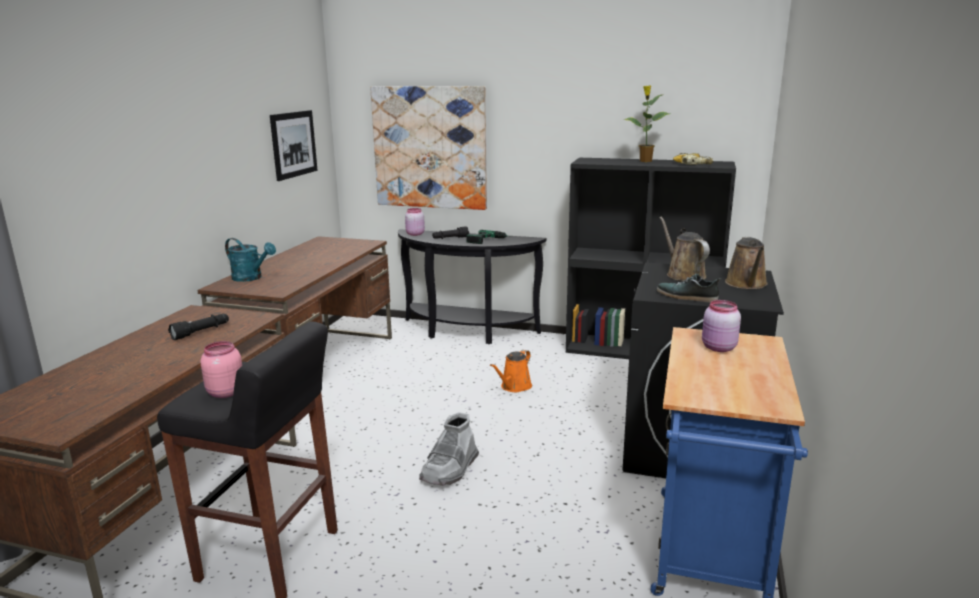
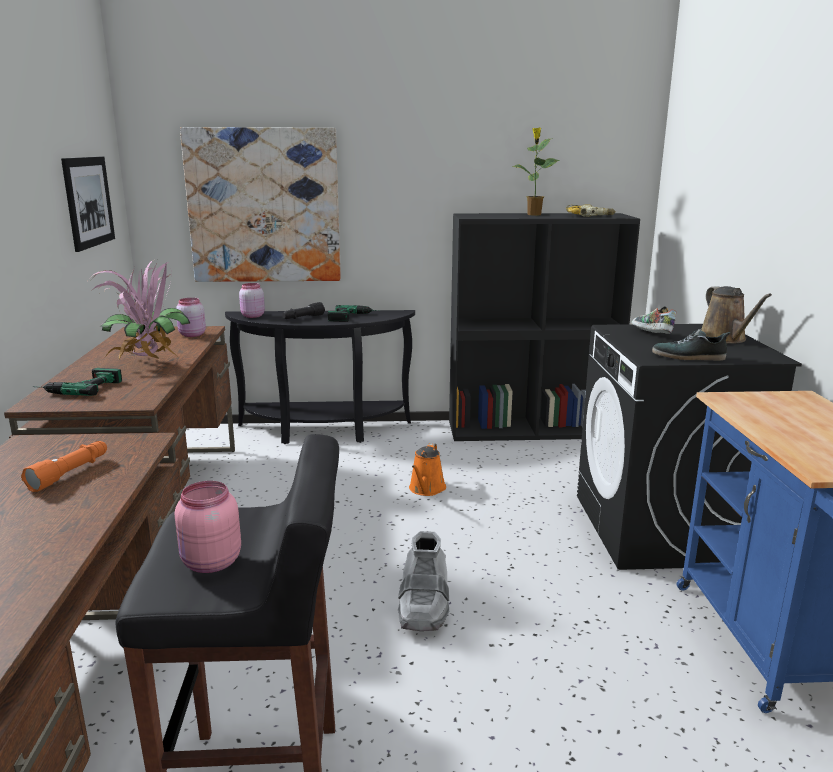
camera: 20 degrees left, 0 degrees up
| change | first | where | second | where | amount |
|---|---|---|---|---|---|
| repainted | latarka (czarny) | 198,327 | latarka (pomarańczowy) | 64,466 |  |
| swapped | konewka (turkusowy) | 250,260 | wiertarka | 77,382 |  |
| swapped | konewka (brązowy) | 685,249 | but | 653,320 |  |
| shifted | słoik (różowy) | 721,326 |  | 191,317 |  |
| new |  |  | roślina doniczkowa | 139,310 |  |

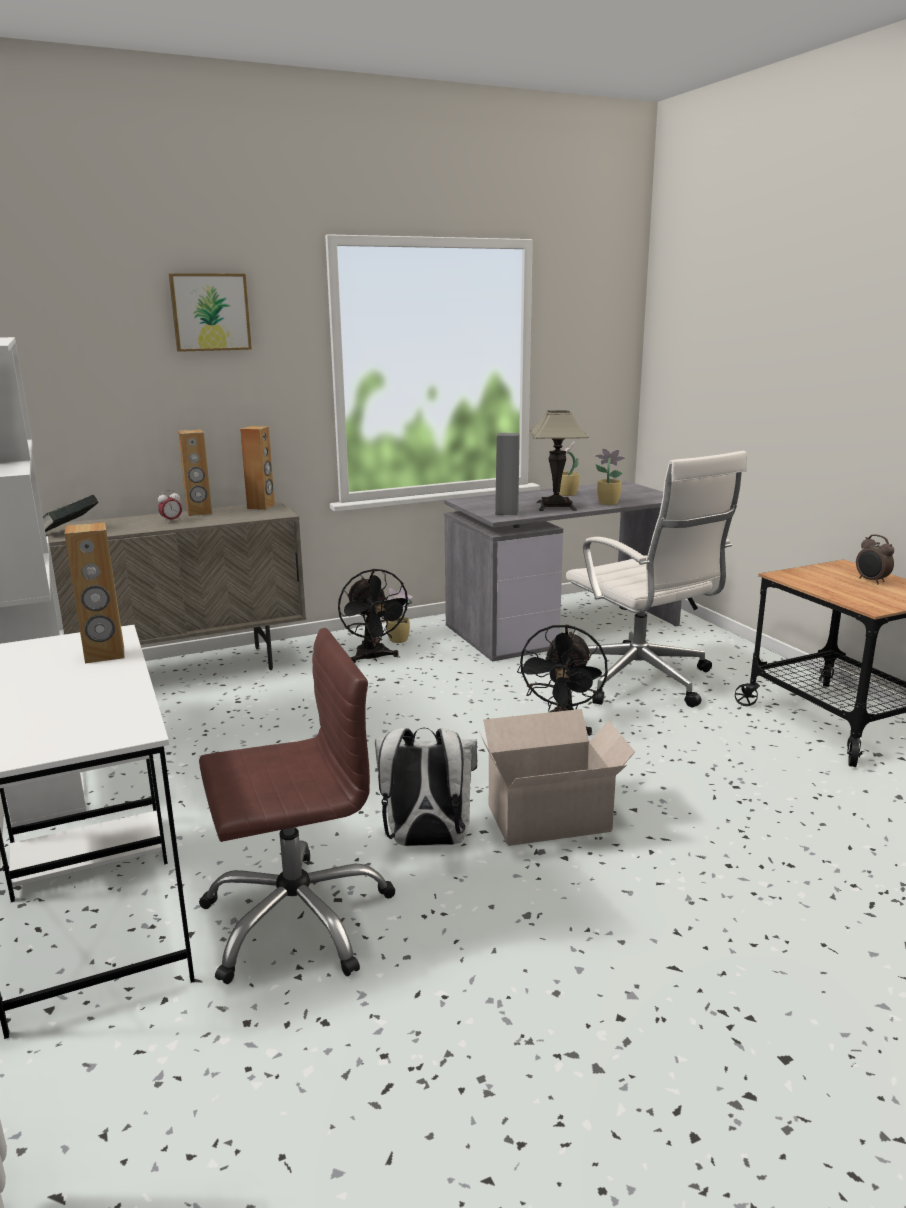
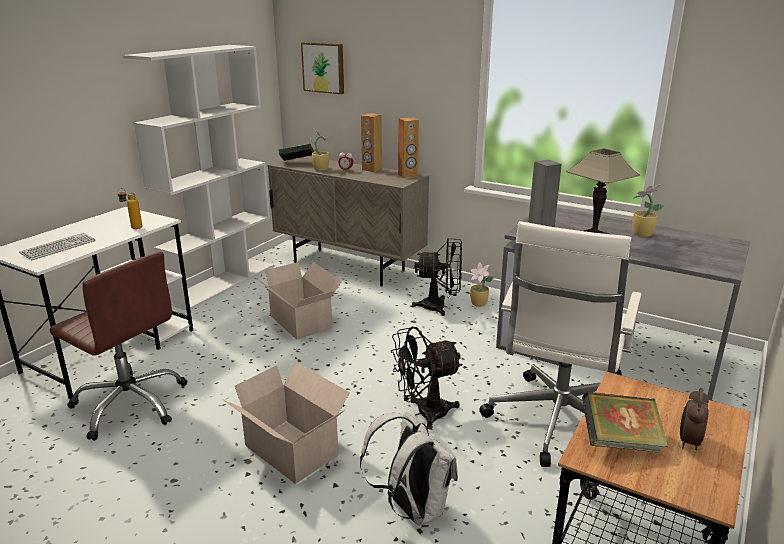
camera: 55 degrees right, 5 degrees up
| change | first | where | second | where | amount |
|---|---|---|---|---|---|
| swapped | głośnik (brązowy) | 94,592 | butelka | 129,208 |  |
| shifted | obraz | 210,312 |  | 322,68 |  |
| rotated | wentylator (czarny) | 375,616 |  | 437,277 | 120 degrees counterclockwise |
| shifted | plecak (biały) | 426,786 |  | 409,469 |  |
| shifted | roślina doniczkowa | 610,476 |  | 319,149 |  |
| new |  |  | klawiatura | 57,246 |  |
| new |  |  | karton | 299,300 |  |
| new |  |  | książka | 625,422 |  |

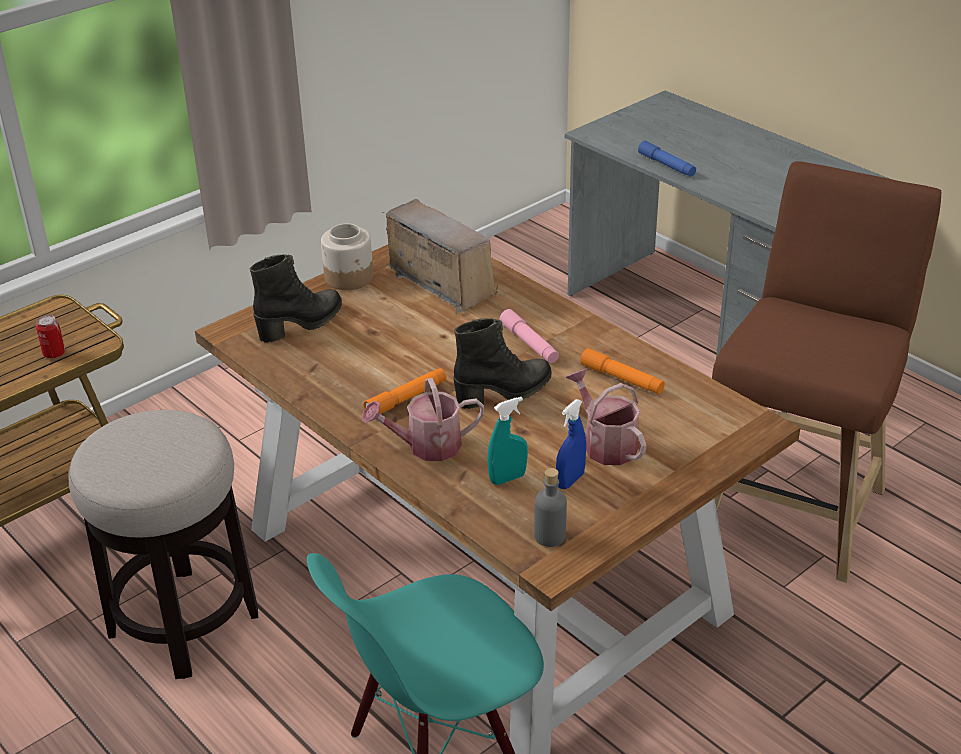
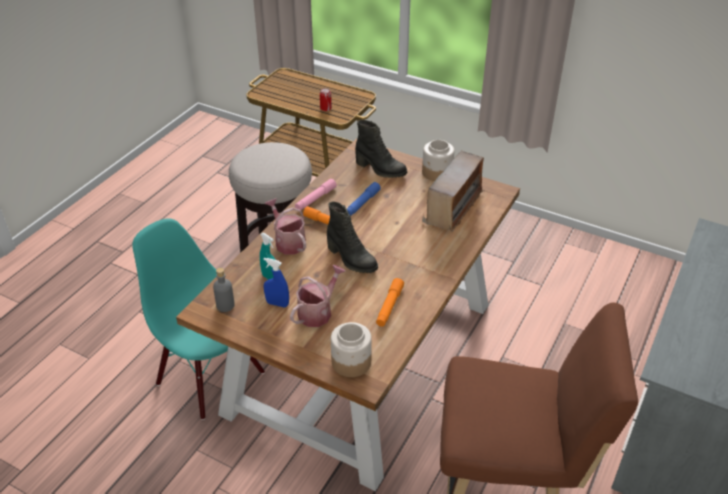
camera: 70 degrees right, 5 degrees up
| change | first | where | second | where | amount |
|---|---|---|---|---|---|
| shifted | latarka (różowy) | 529,336 |  | 316,194 |  |
| shifted | latarka (niebieski) | 667,159 |  | 364,199 |  |
| new |  |  | słoik | 351,349 |  |

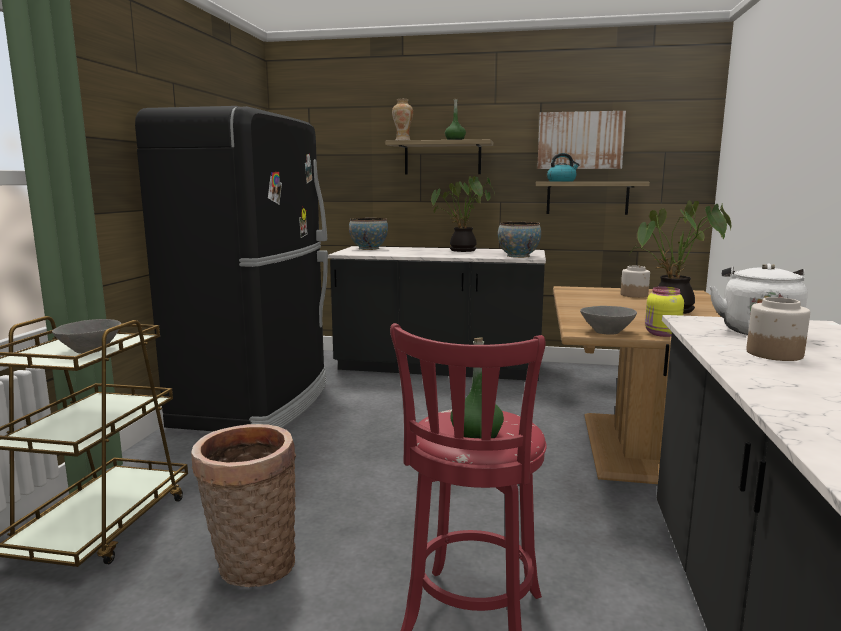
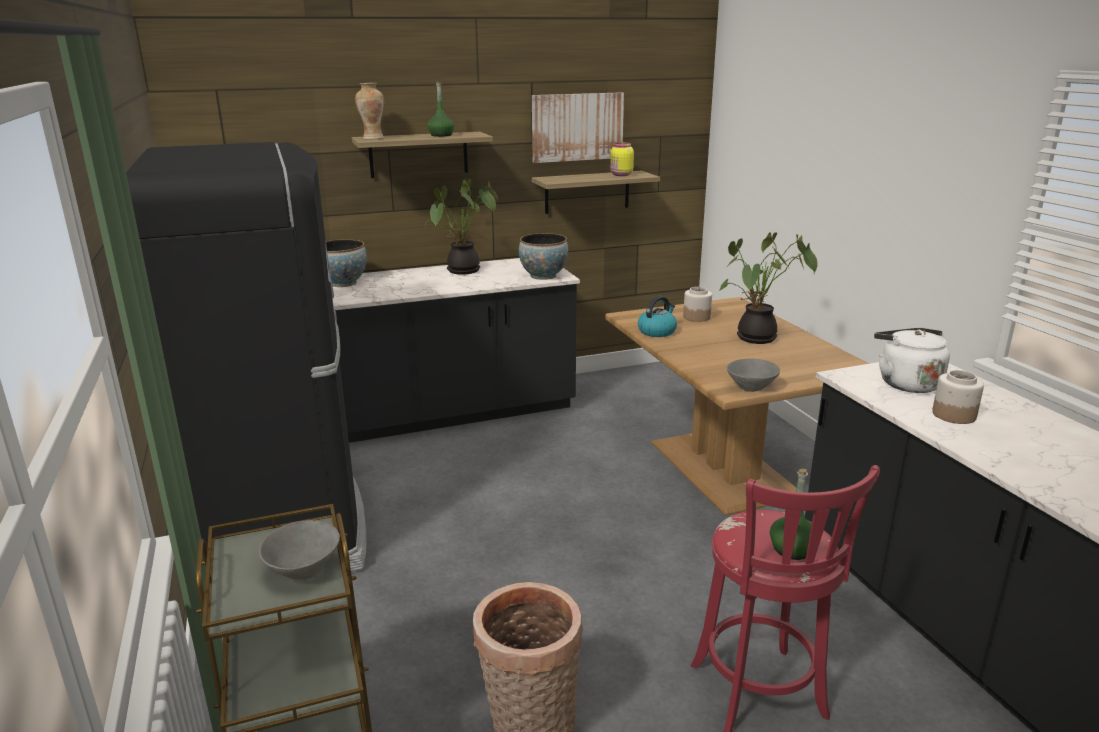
camera: 30 degrees left, 10 degrees up
| change | first | where | second | where | amount |
|---|---|---|---|---|---|
| shifted | czajnik | 563,167 |  | 657,316 |  |
| shifted | słoik (żółty) | 664,311 |  | 622,159 |  |

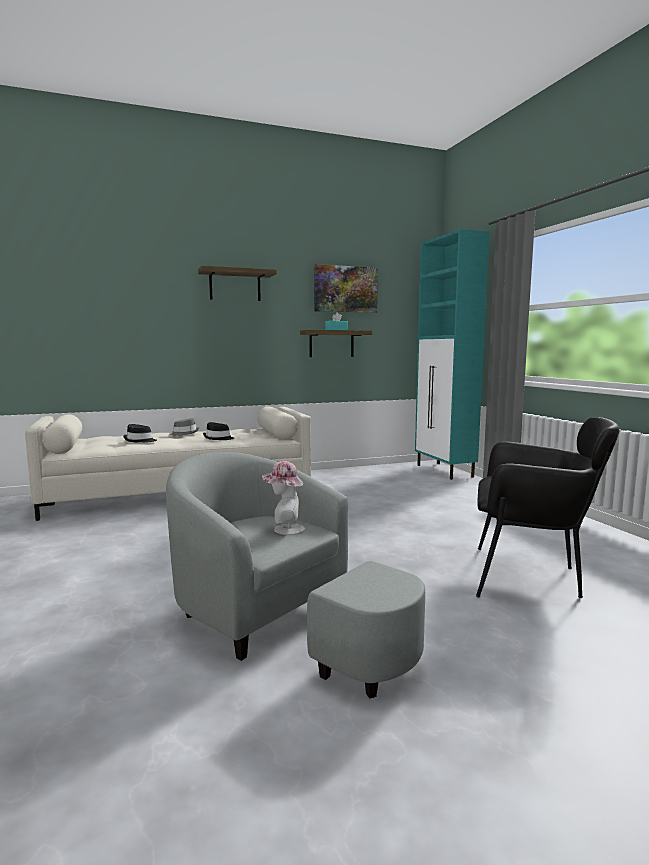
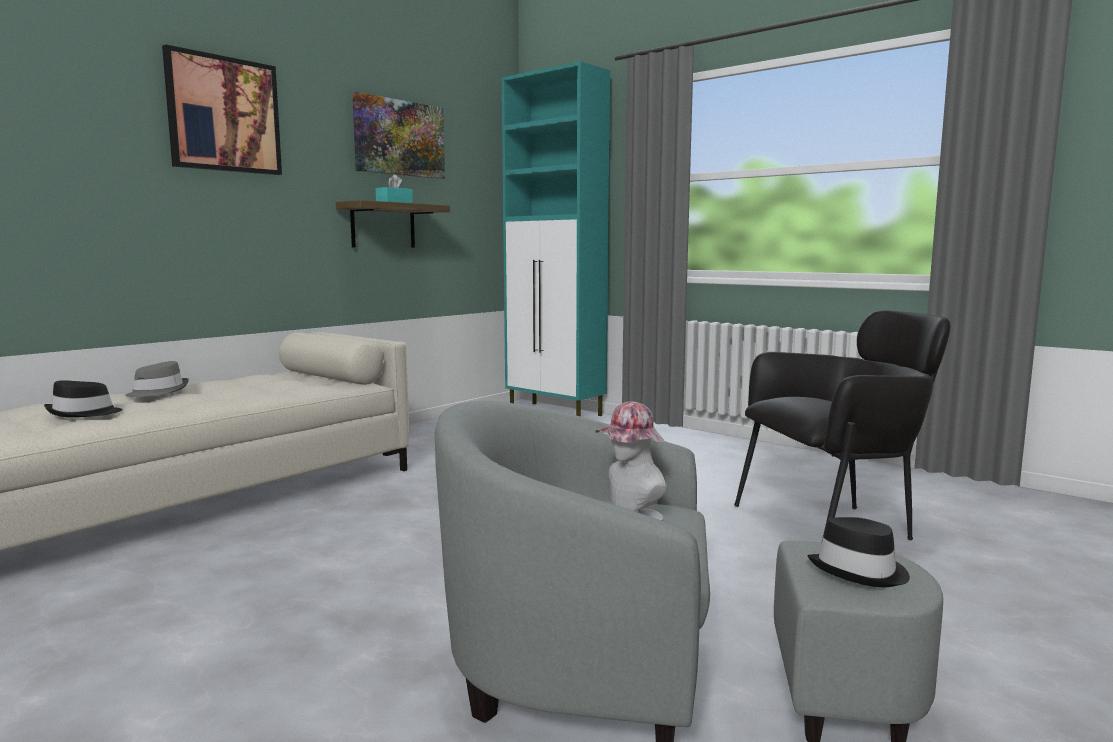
camera: 30 degrees left, 0 degrees up
| change | first | where | second | where | amount |
|---|---|---|---|---|---|
| swapped | półka | 237,283 | obraz | 222,110 |  |
| shifted | kapelusz (czarny) | 218,431 |  | 858,552 |  |

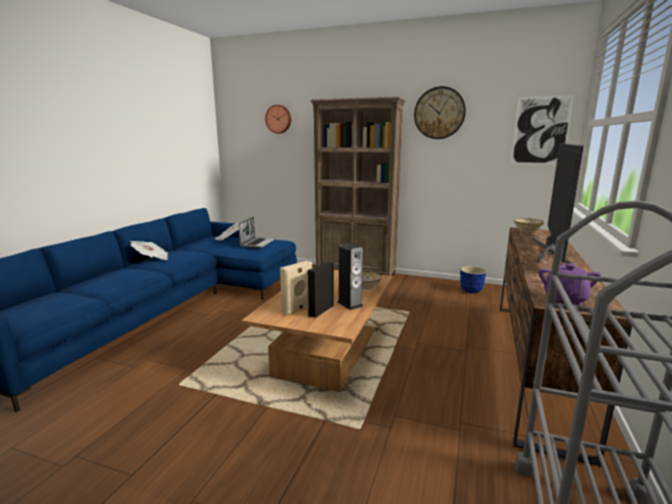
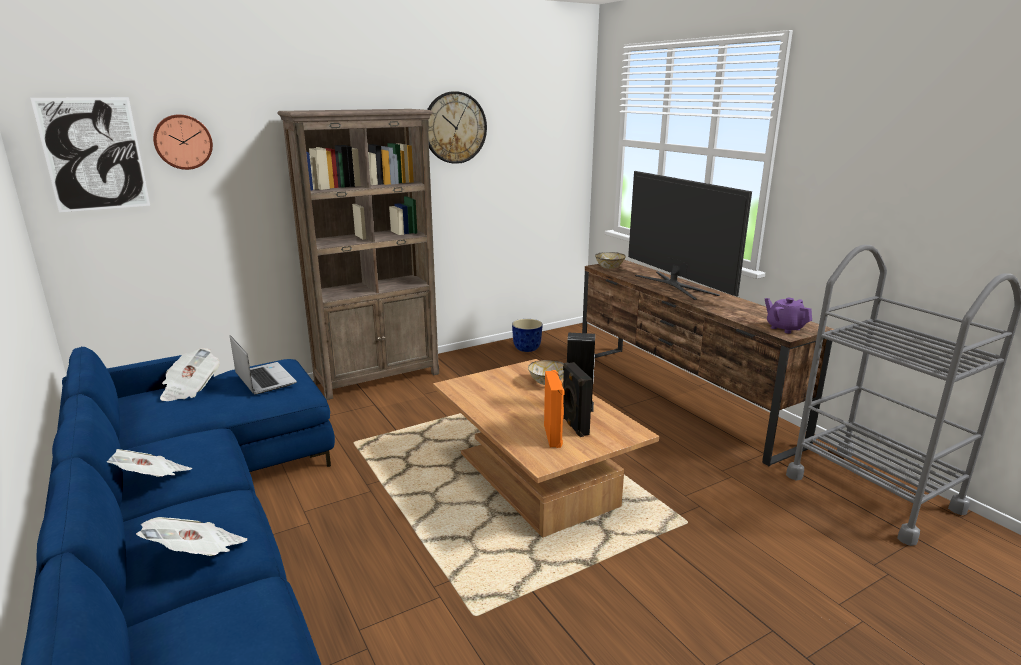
camera: 50 degrees left, 5 degrees up
| change | first | where | second | where | amount |
|---|---|---|---|---|---|
| repainted | głośnik (beżowy) | 296,288 | głośnik (pomarańczowy) | 554,409 |  |
| shifted | obraz | 542,129 |  | 90,155 |  |
| new |  |  | gazeta | 191,536 |  |

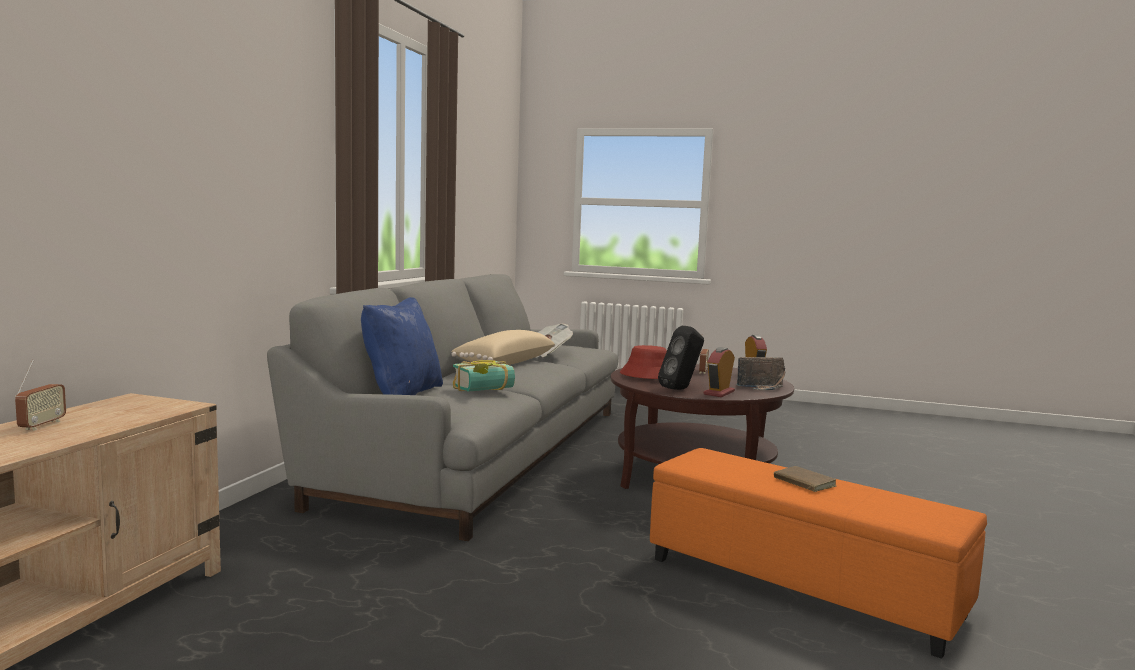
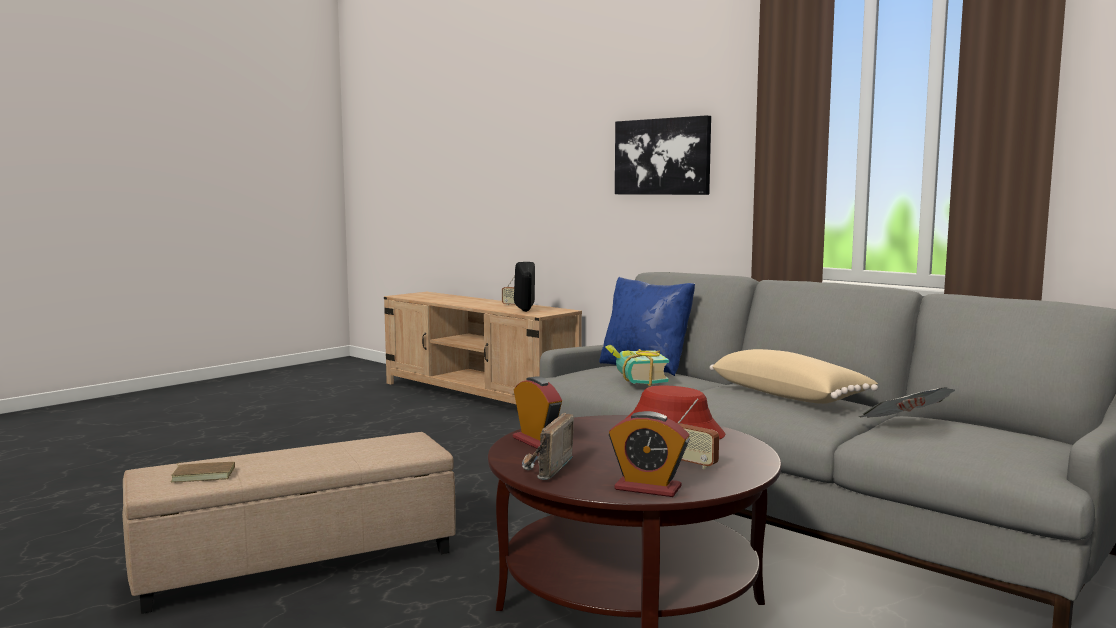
camera: 115 degrees right, 0 degrees up
| change | first | where | second | where | amount |
|---|---|---|---|---|---|
| repainted | pufa (pomarańczowy) | 818,553 | pufa (beżowy) | 289,523 |  |
| shifted | głośnik (czarny) | 681,358 |  | 524,287 |  |
| shifted | książka (brązowy) | 805,479 |  | 202,472 |  |
| new |  |  | obraz | 663,155 |  |

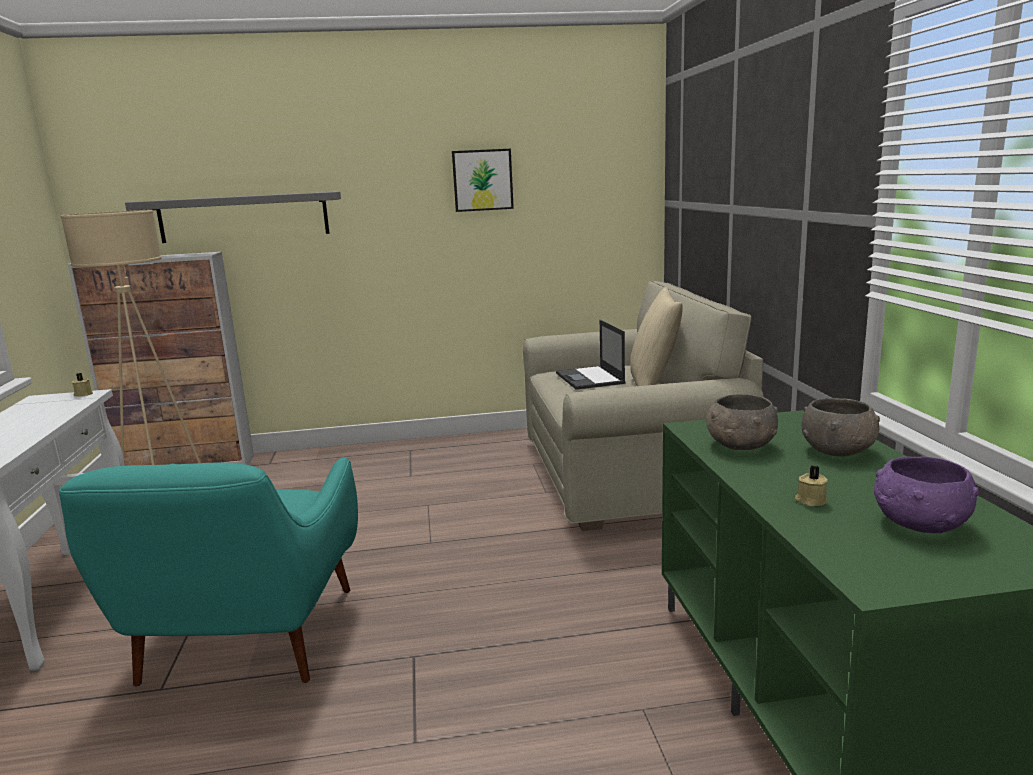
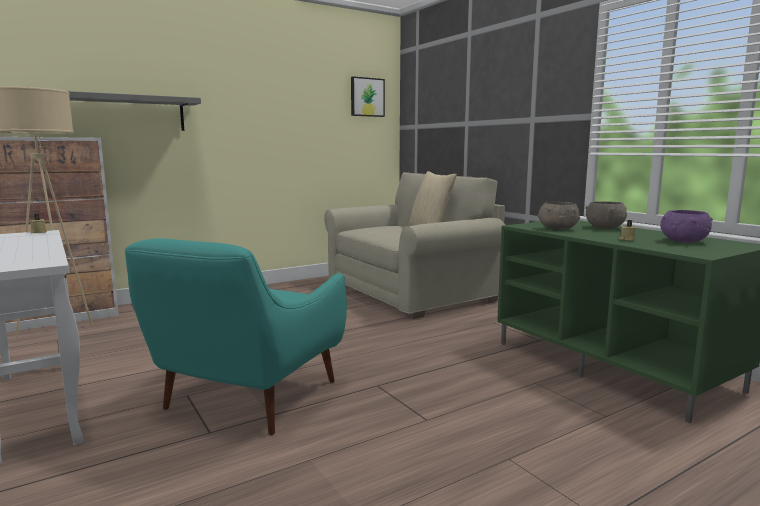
camera: 25 degrees left, 5 degrees down
| change | first | where | second | where | amount |
|---|---|---|---|---|---|
| rotated | fotel (turkusowy) | 208,572 |  | 236,336 | 45 degrees clockwise |
| shifted | obraz | 483,180 |  | 368,96 |  |
| gone | laptop | 591,355 |  |  |  |

